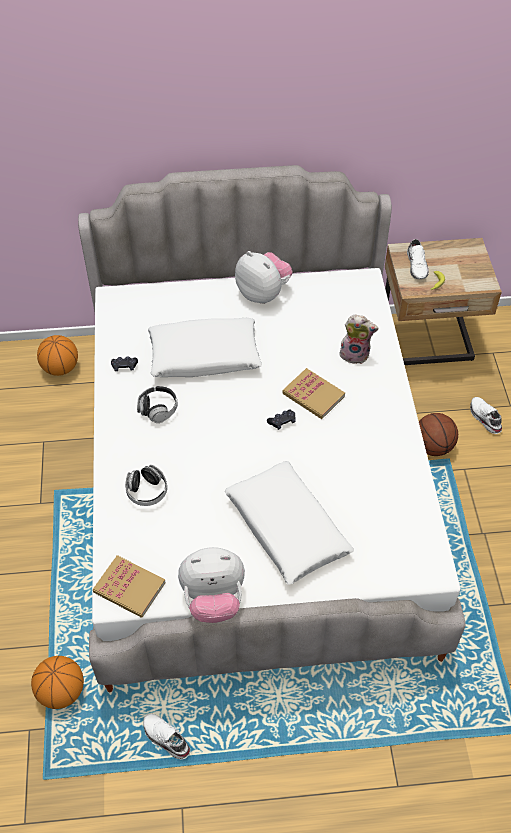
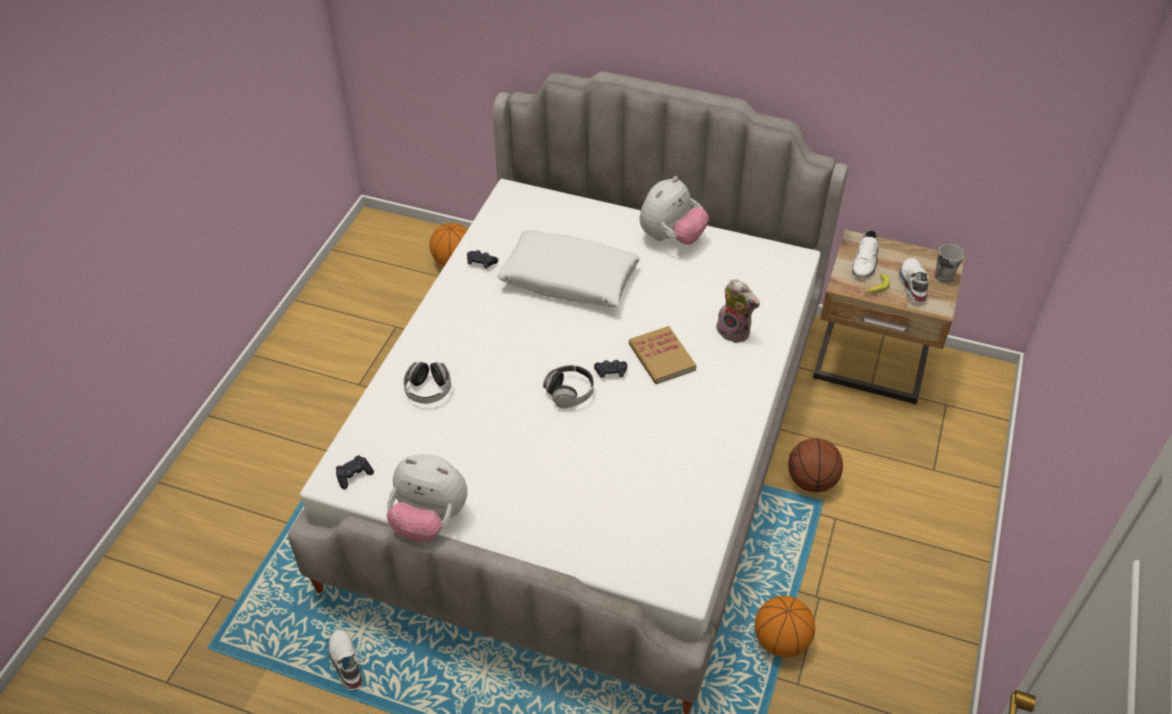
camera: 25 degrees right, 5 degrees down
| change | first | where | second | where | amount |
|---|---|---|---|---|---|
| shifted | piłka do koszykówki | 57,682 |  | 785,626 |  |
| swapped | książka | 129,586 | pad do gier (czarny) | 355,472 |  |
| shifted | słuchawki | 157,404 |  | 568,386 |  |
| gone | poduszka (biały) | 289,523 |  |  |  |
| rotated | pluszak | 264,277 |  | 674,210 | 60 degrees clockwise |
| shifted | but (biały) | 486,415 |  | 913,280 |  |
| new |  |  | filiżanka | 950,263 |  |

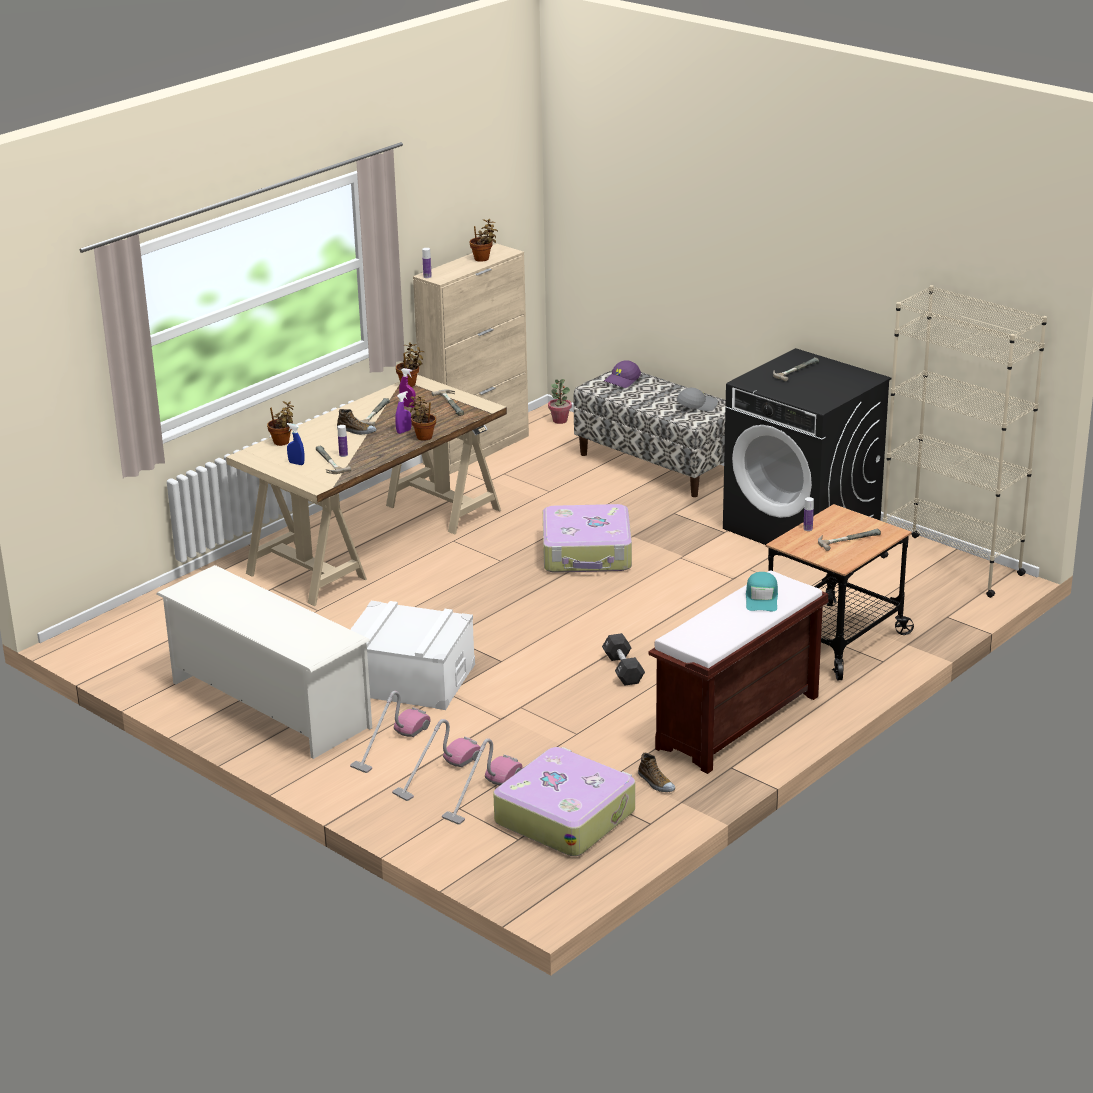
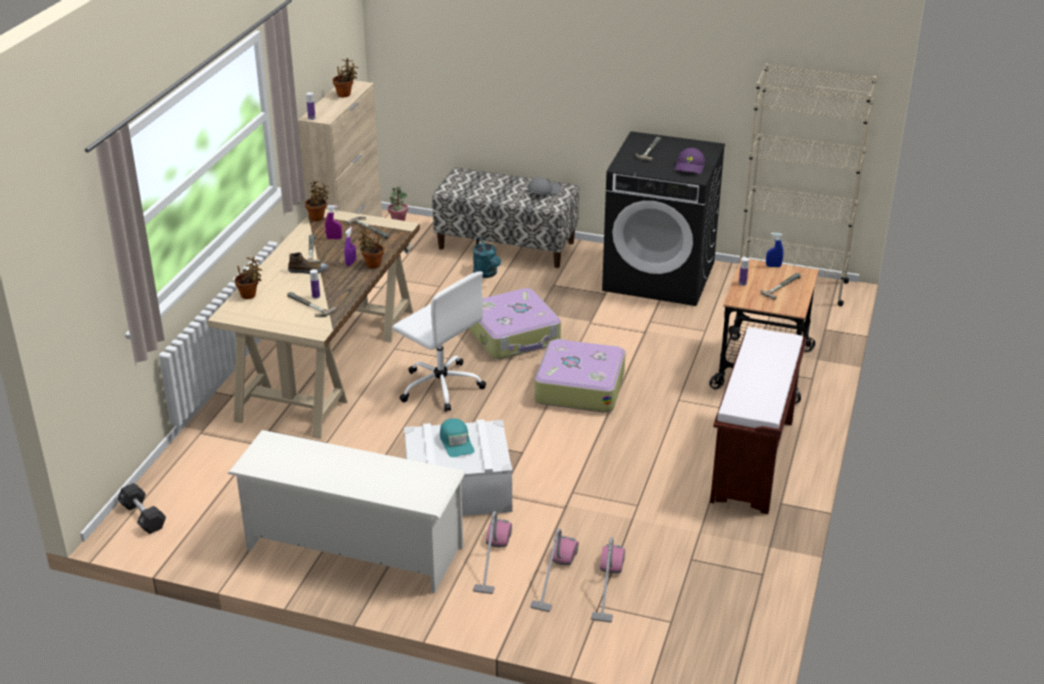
camera: 25 degrees left, 5 degrees up
| change | first | where | second | where | amount |
|---|---|---|---|---|---|
| shifted | spryskiwacz (niebieski) | 295,444 |  | 774,250 |  |
| shifted | walizka | 564,801 |  | 580,376 |  |
| shifted | hantel (czarny) | 623,659 |  | 141,508 |  |
| shifted | czapka z daszkiem (fioletowy) | 622,374 |  | 689,161 |  |
| gone | but | 656,772 |  |  |  |
| shifted | czapka z daszkiem (turkusowy) | 762,591 |  | 457,437 |  |
| new |  |  | krzesło biurowe (biały) | 439,341 |  |
| new |  |  | konewka (turkusowy) | 487,257 |  |

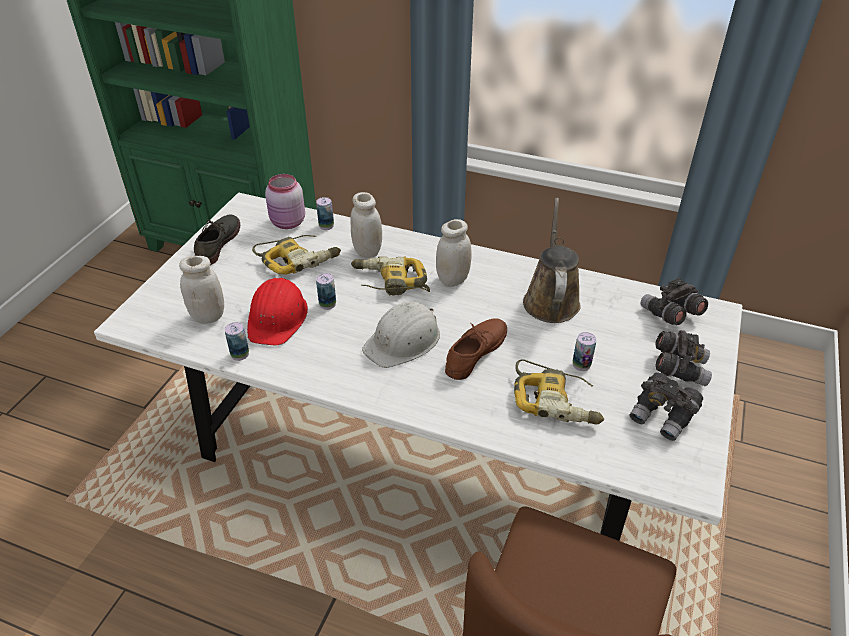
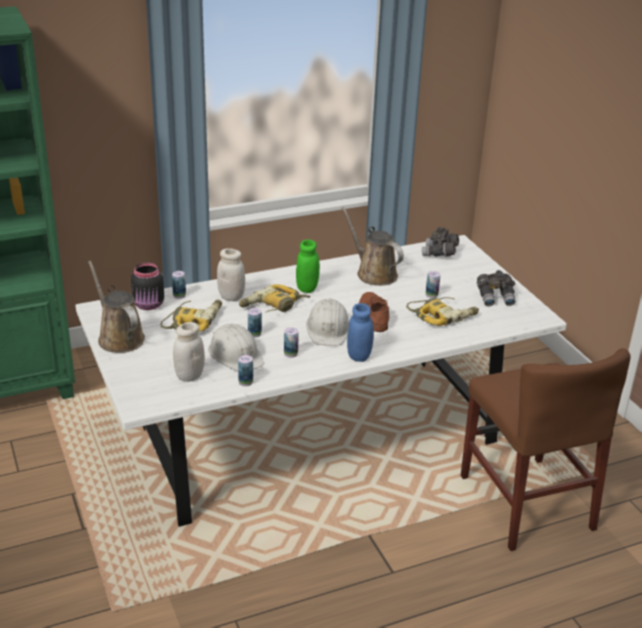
camera: 45 degrees left, 10 degrees down
| change | first | where | second | where | amount |
|---|---|---|---|---|---|
| swapped | but (szary) | 217,240 | konewka (brązowy) | 116,307 |  |
| repainted | kask (czerwony) | 277,311 | kask (biały) | 236,348 |  |
| repainted | słoik (różowy) | 285,201 | słoik (czarny) | 147,286 |  |
| repainted | słoik (biały) | 453,253 | słoik (zielony) | 308,266 |  |
| gone | lornetka (szary) | 683,358 |  |  |  |
| new |  |  | puszka | 291,342 |  |
| new |  |  | słoik (niebieski) | 360,332 |  |

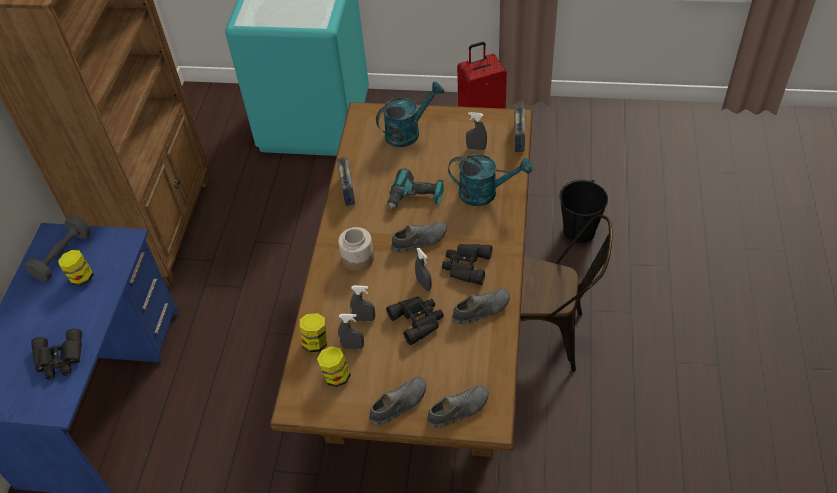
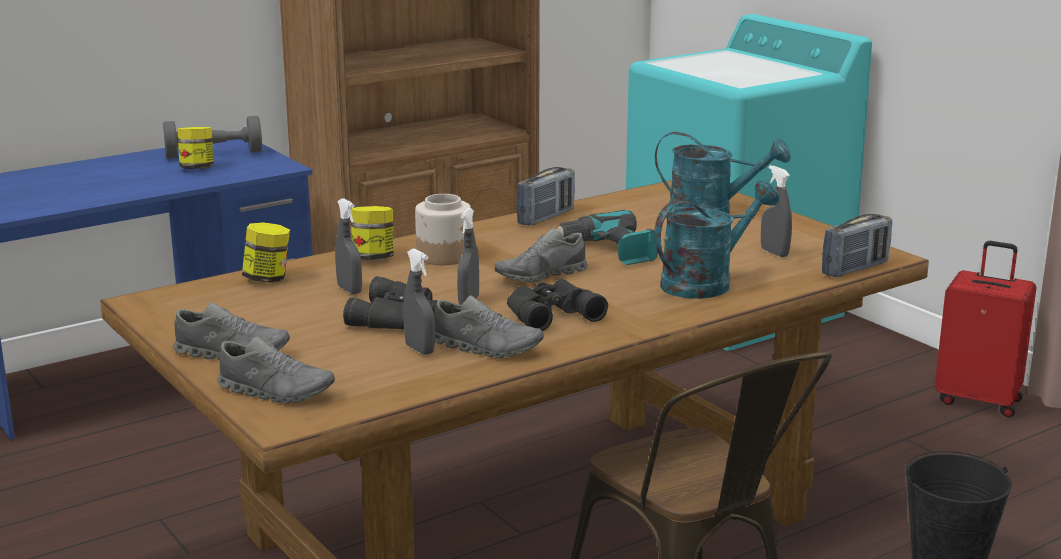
camera: 45 degrees right, 30 degrees down
| change | first | where | second | where | amount |
|---|---|---|---|---|---|
| gone | lornetka (czarny) | 56,354 |  |  |  |
| shifted | słoik | 334,366 |  | 372,233 |  |
| shifted | spryskiwacz (szary) | 351,331 |  | 419,302 |  |
| rotated | but (szary) | 419,237 |  | 541,255 | 120 degrees clockwise |
| rotated | konewka (turkusowy) | 490,180 |  | 716,239 | 90 degrees counterclockwise |

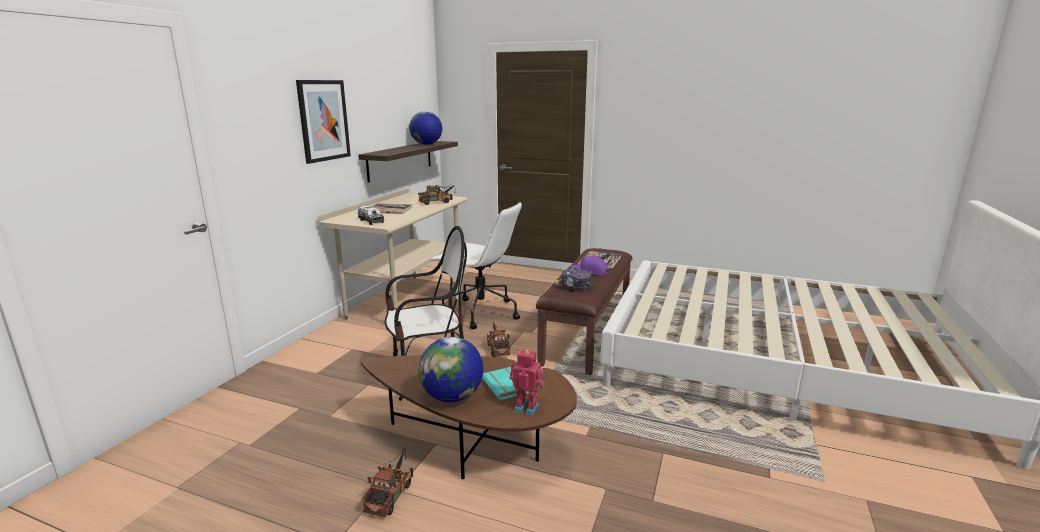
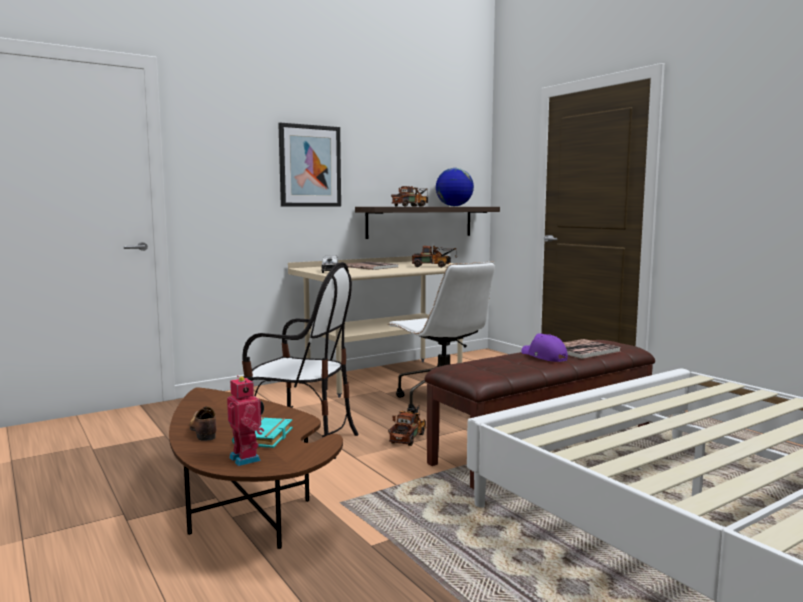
camera: 35 degrees right, 10 degrees down
| change | first | where | second | where | amount |
|---|---|---|---|---|---|
| shifted | ciężarówka zabawkowa | 387,482 |  | 409,196 |  |
| swapped | globus | 450,369 | but | 203,423 |  |
| gone | czapka z daszkiem | 572,279 |  |  |  |

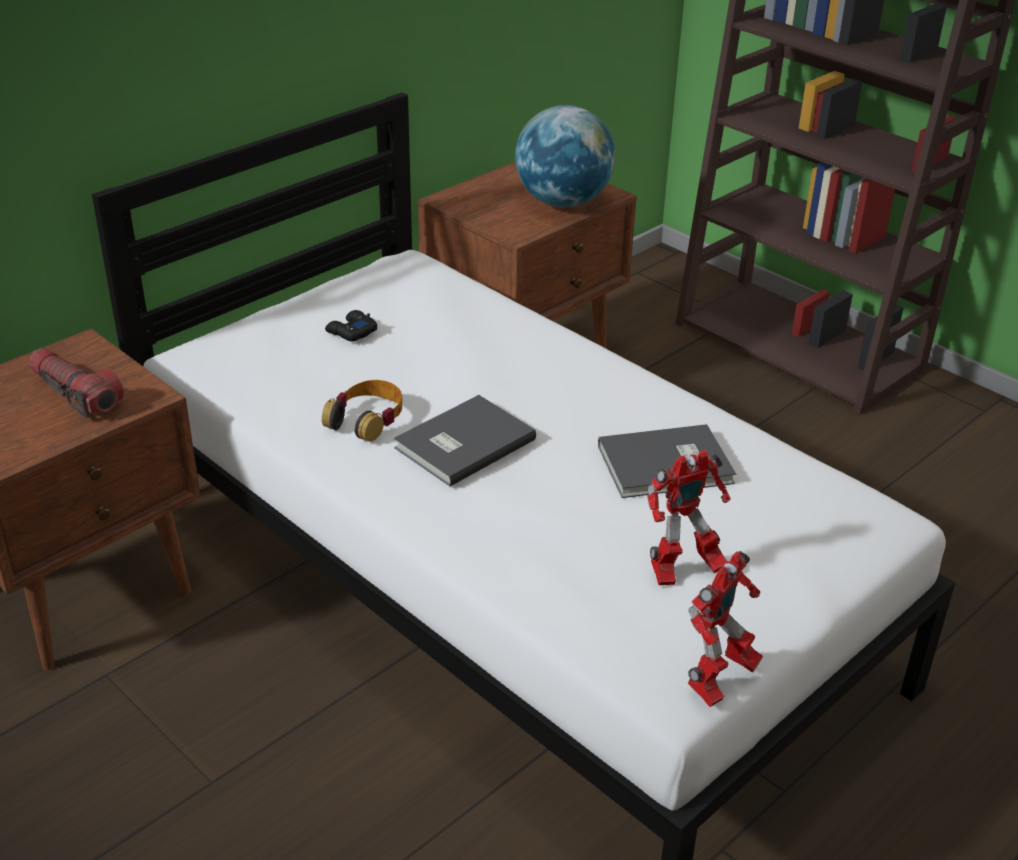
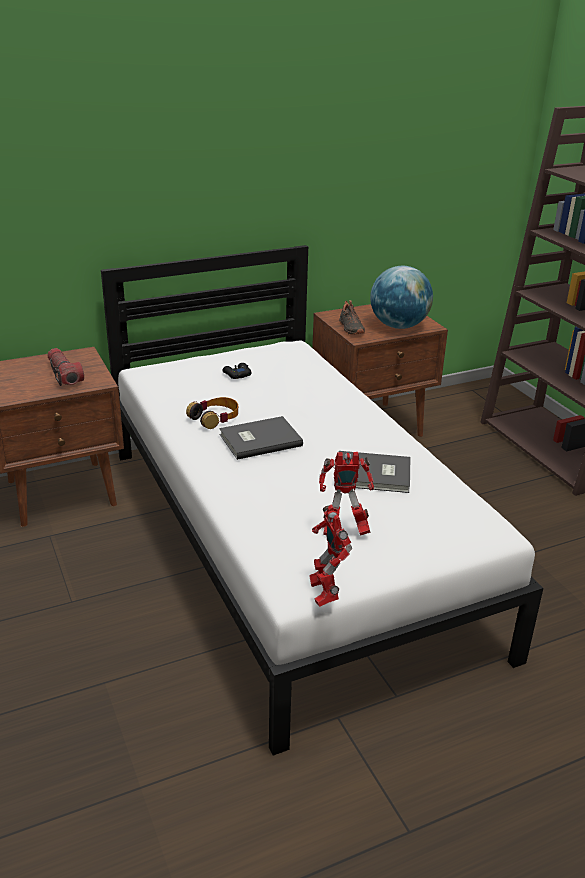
camera: 20 degrees right, 5 degrees down
| change | first | where | second | where | amount |
|---|---|---|---|---|---|
| rotated | robot zabawkowy | 725,629 |  | 330,556 | 105 degrees clockwise |
| new |  |  | but (czarny) | 352,317 |  |

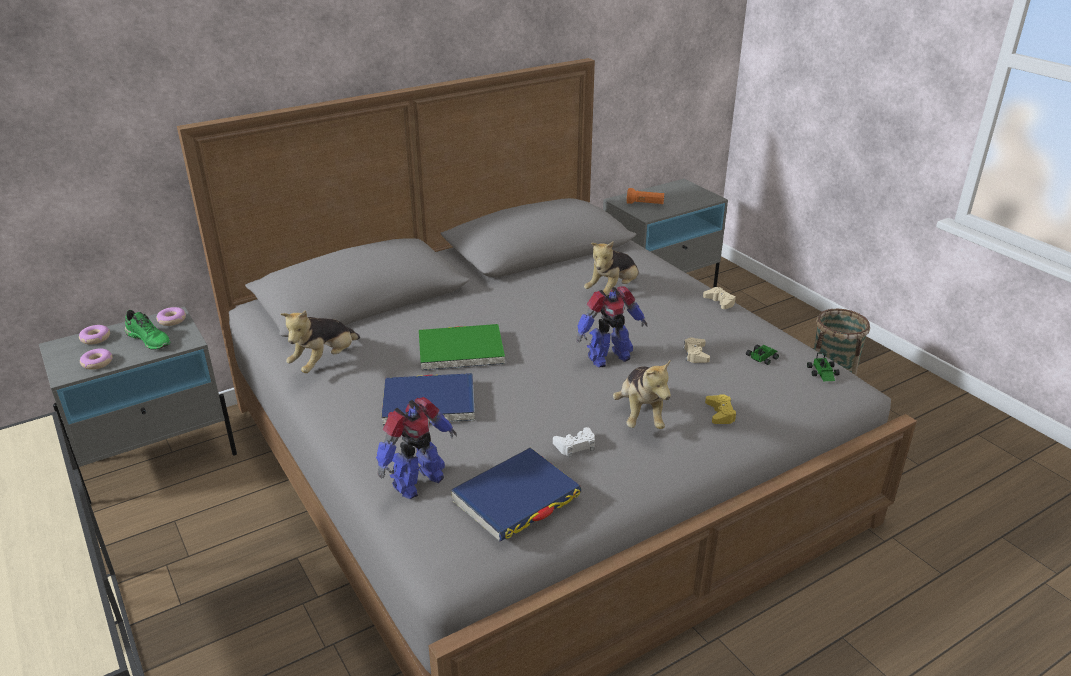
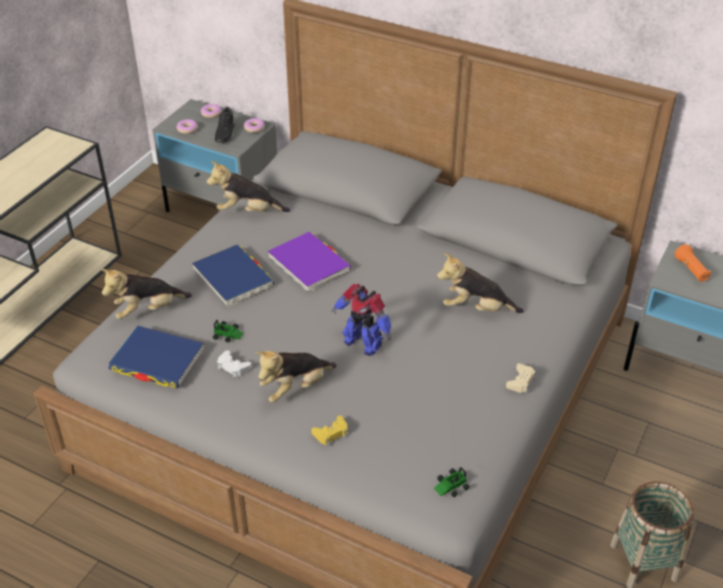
camera: 60 degrees right, 10 degrees up
| change | first | where | second | where | amount |
|---|---|---|---|---|---|
| repainted | but (zielony) | 148,330 | but (czarny) | 225,125 |  |
| swapped | robot zabawkowy | 416,448 | pluszak | 146,294 |  |
| repainted | książka (zielony) | 462,347 | książka (fioletowy) | 309,262 |  |
| gone | pad do gier (beżowy) | 696,350 |  |  |  |
| shifted | samochodzik | 762,355 |  | 228,331 |  |

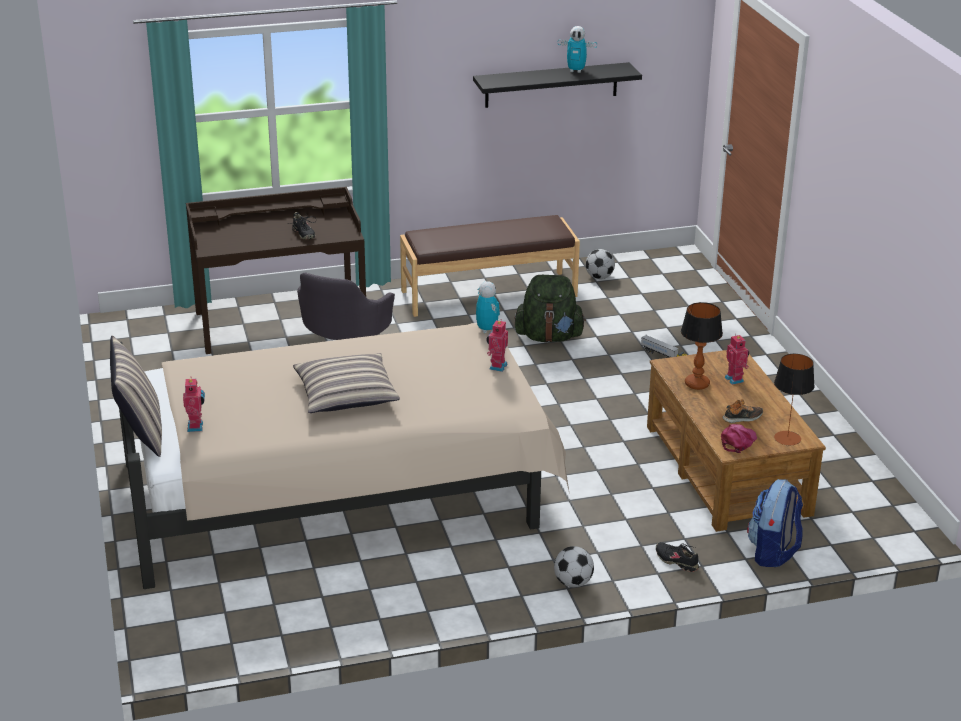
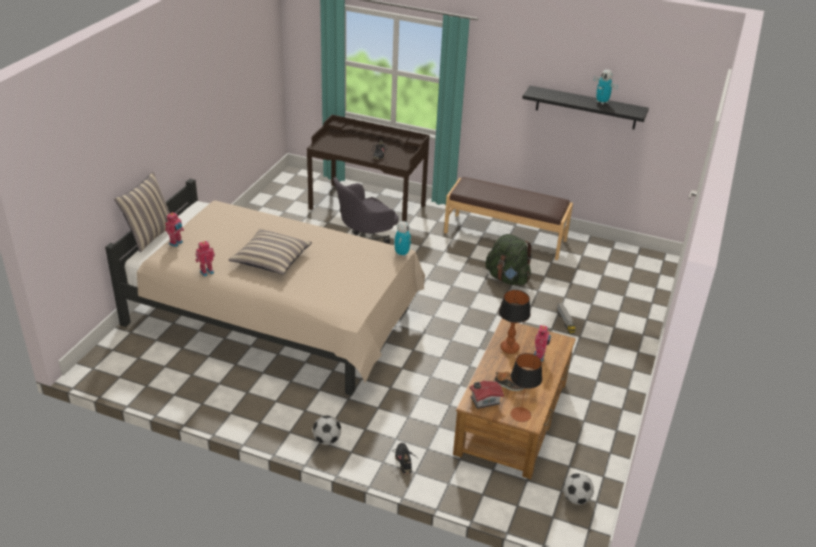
camera: 35 degrees right, 5 degrees up
| change | first | where | second | where | amount |
|---|---|---|---|---|---|
| shifted | robot zabawkowy | 497,345 |  | 205,259 |  |
| shifted | piłka futbolowa | 600,264 |  | 578,489 |  |
| swapped | czapka z daszkiem (różowy) | 739,438 | domek | 486,395 |  |
| gone | plecak | 775,523 |  |  |  |

